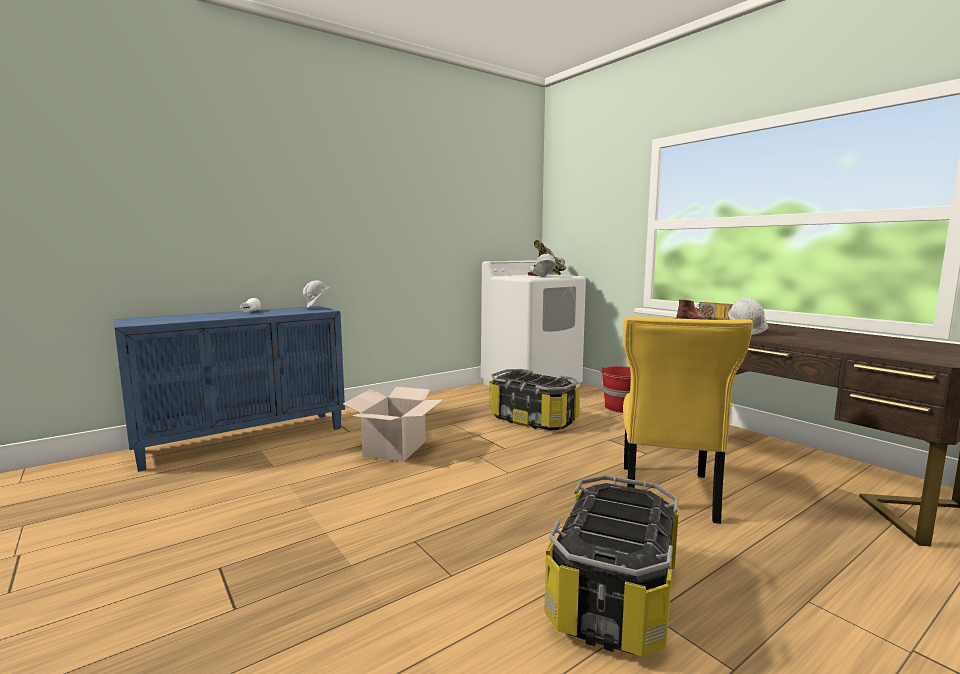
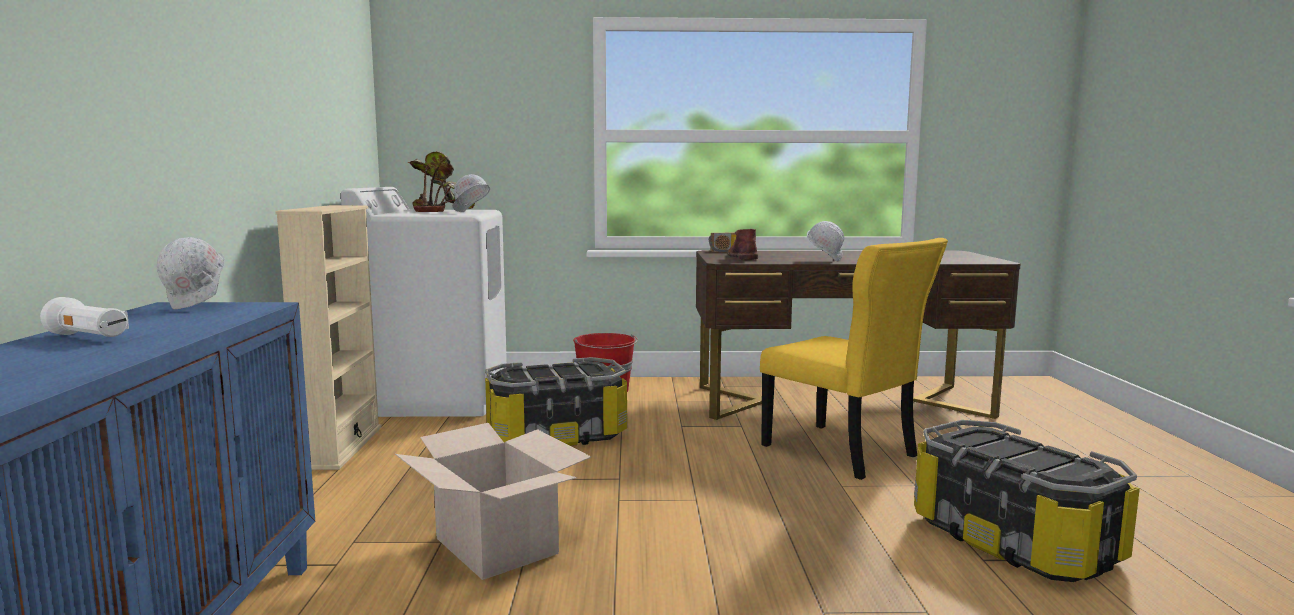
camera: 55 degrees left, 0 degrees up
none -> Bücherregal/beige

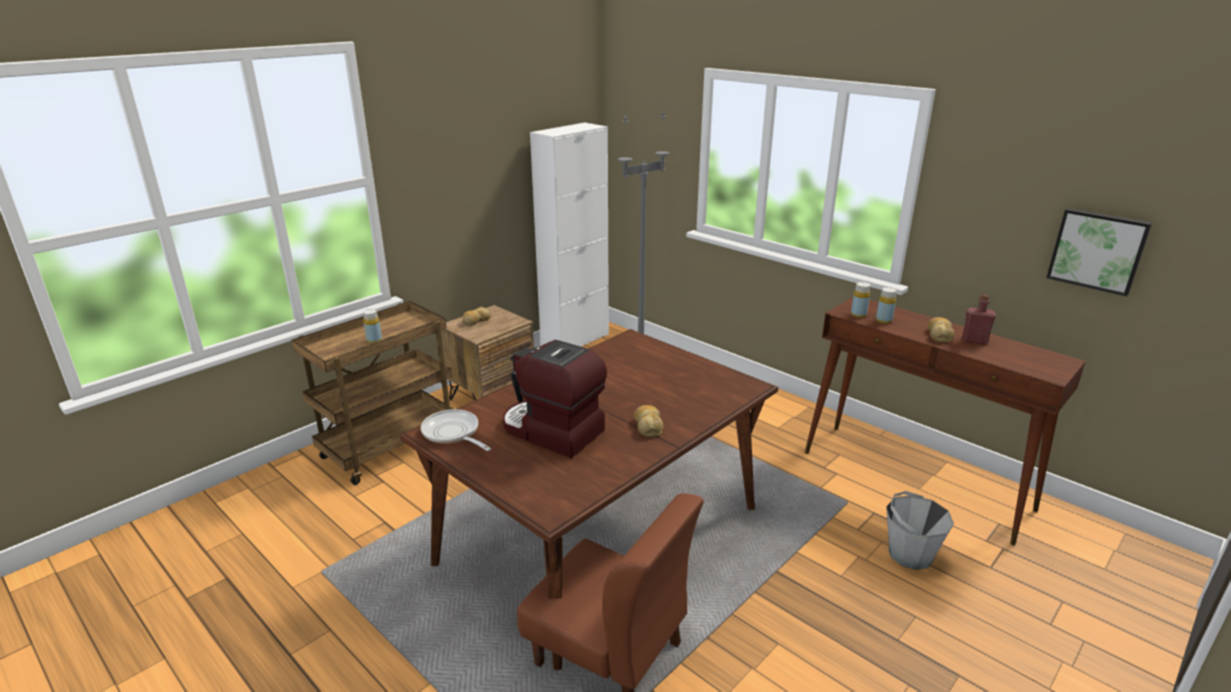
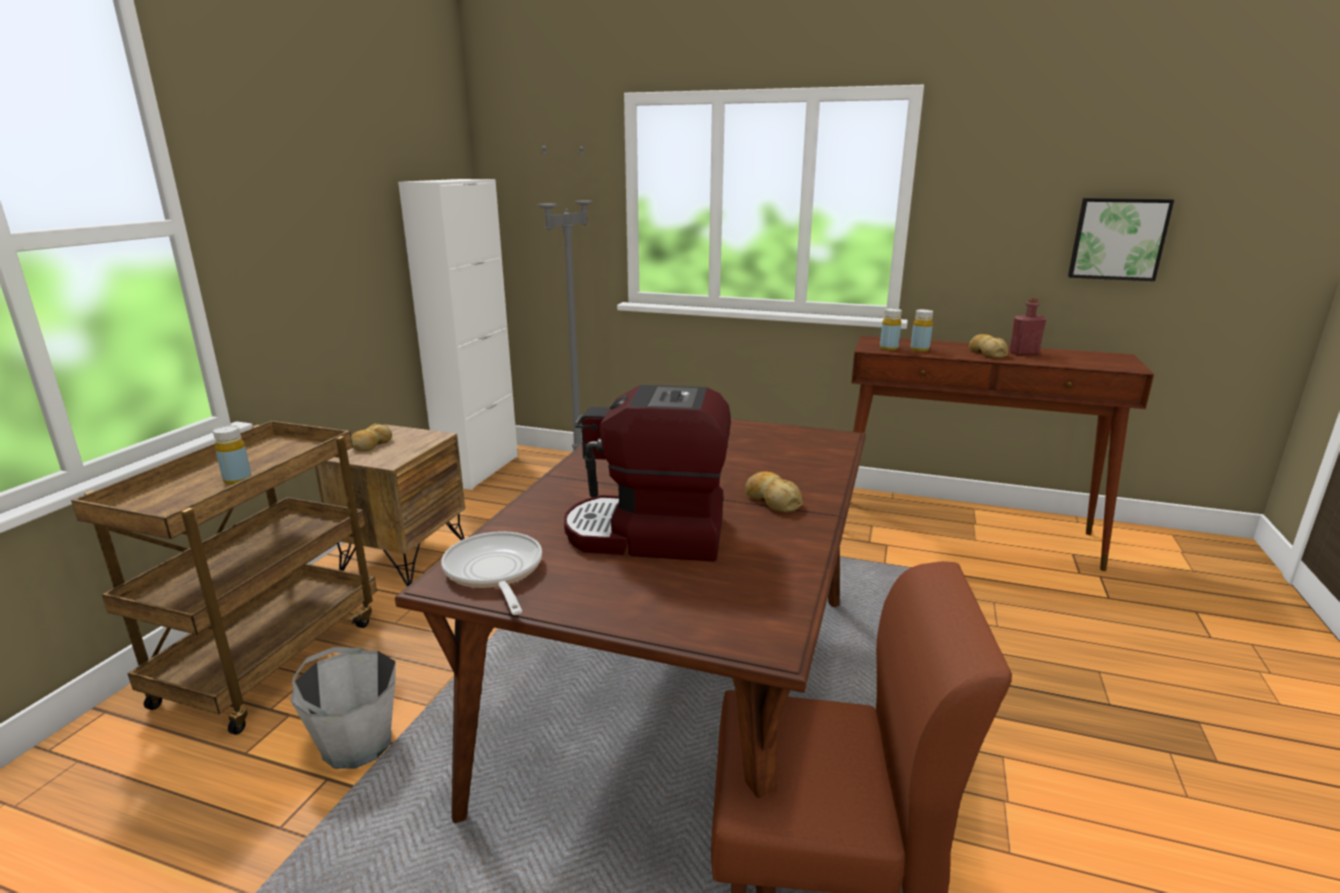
camera: 25 degrees left, 5 degrees down
Pfanne, 45 degrees clockwise
Eimer/grau, move

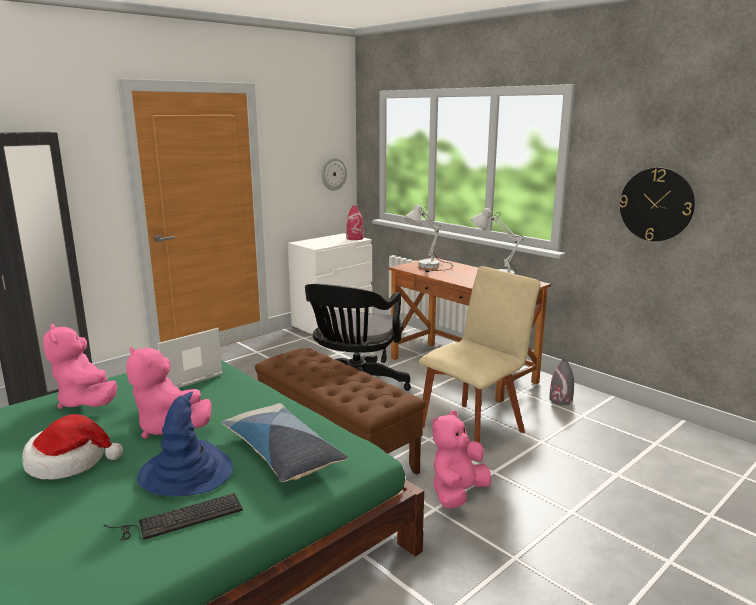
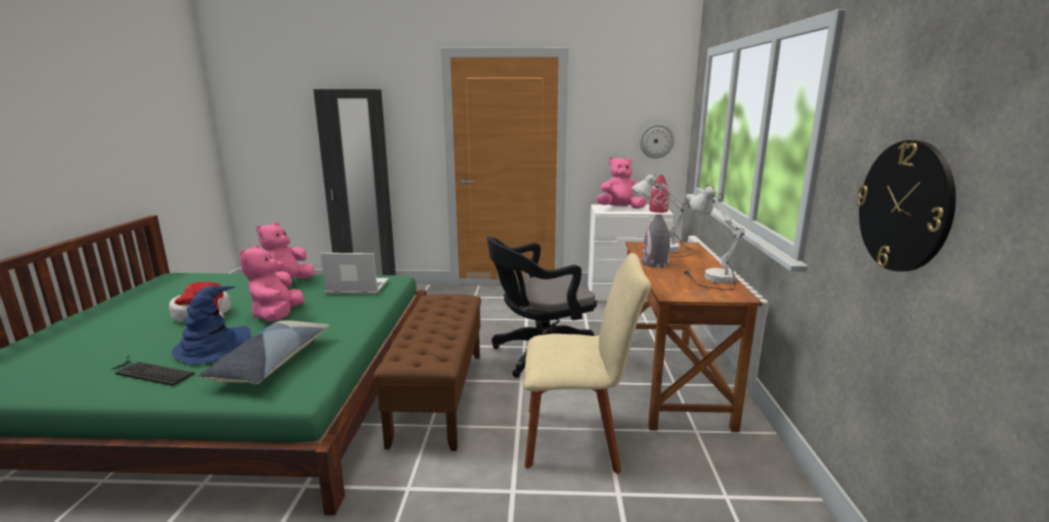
camera: 45 degrees right, 0 degrees up
Vase/grau, move
Plüschtier/rosa (3rd from left), move

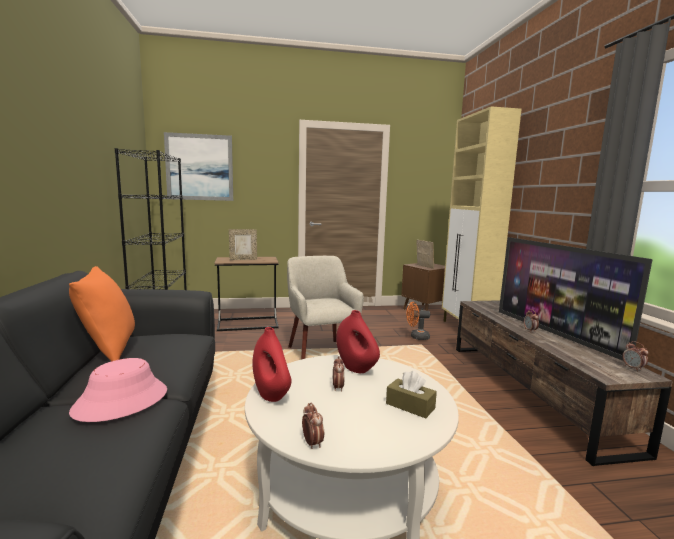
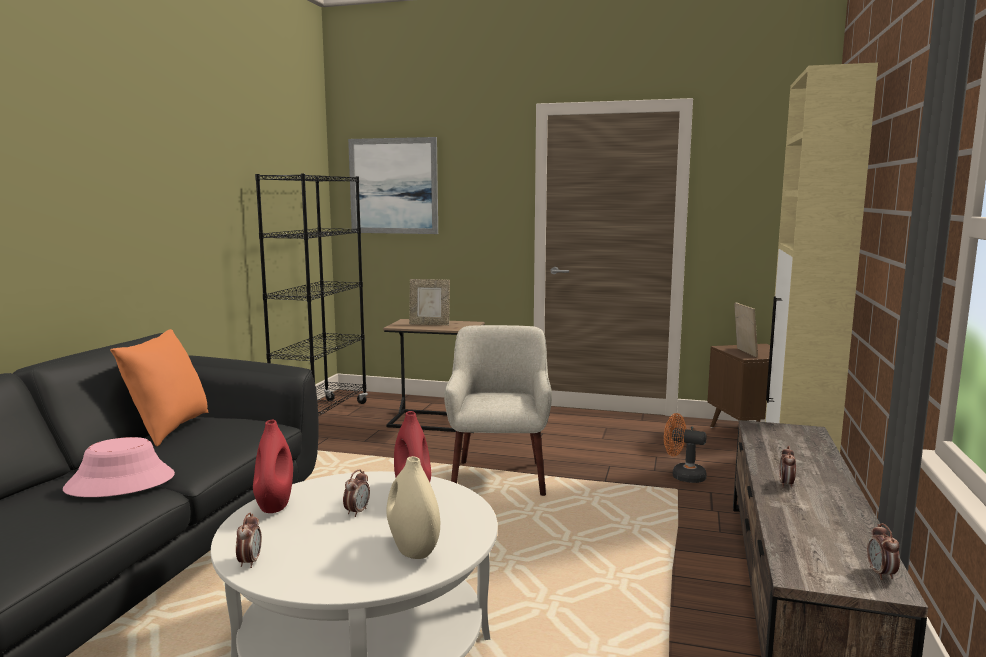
camera: 25 degrees right, 0 degrees up
Fernseher -> none
Taschentuchbox/braun -> Vase/beige

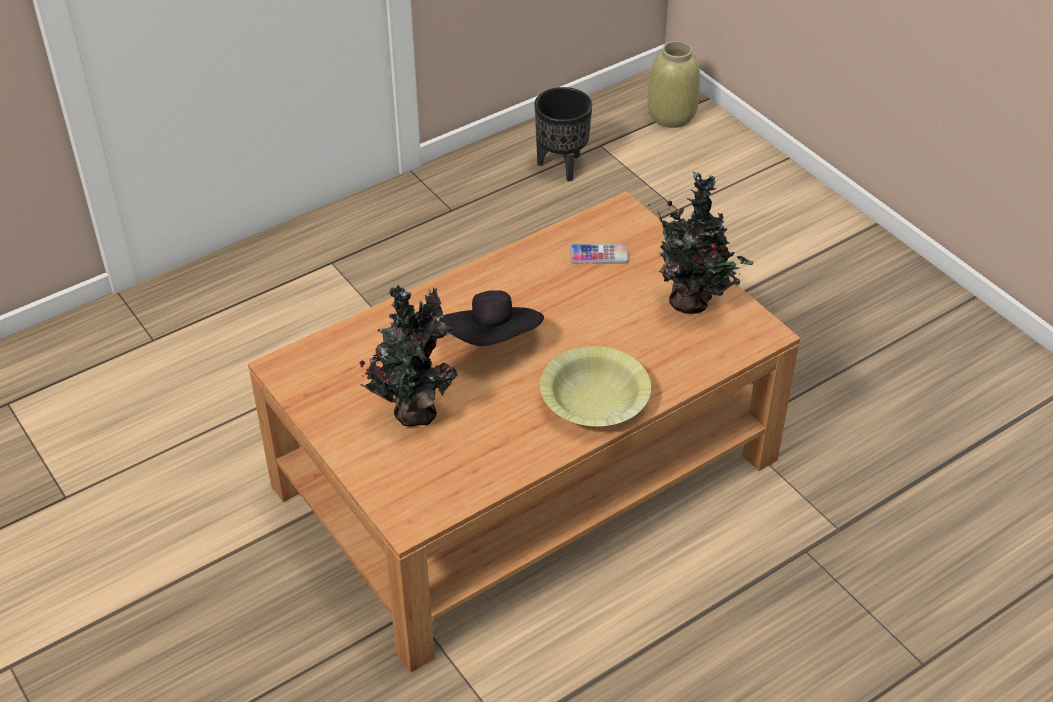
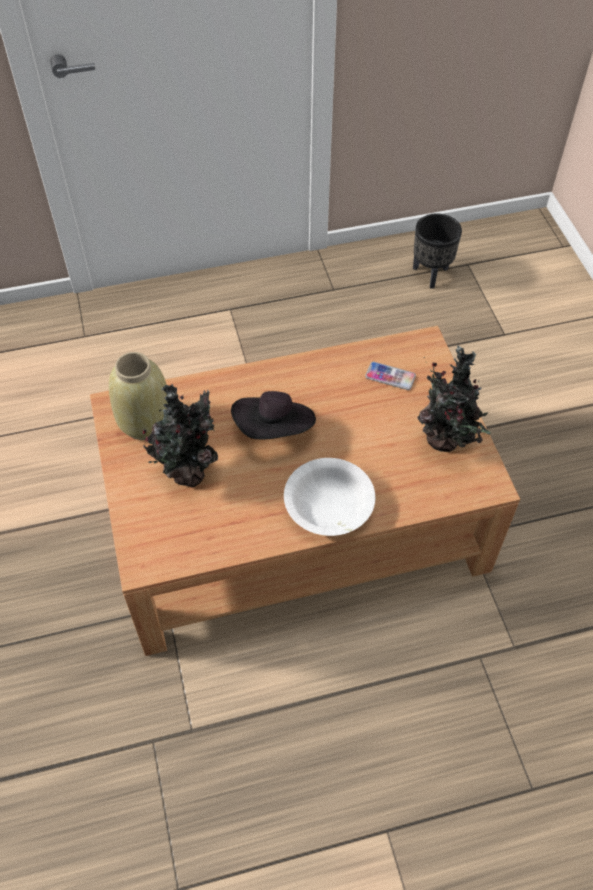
camera: 20 degrees right, 10 degrees up
Vase/beige, move
Schüssel/gelb -> Schüssel/weiß

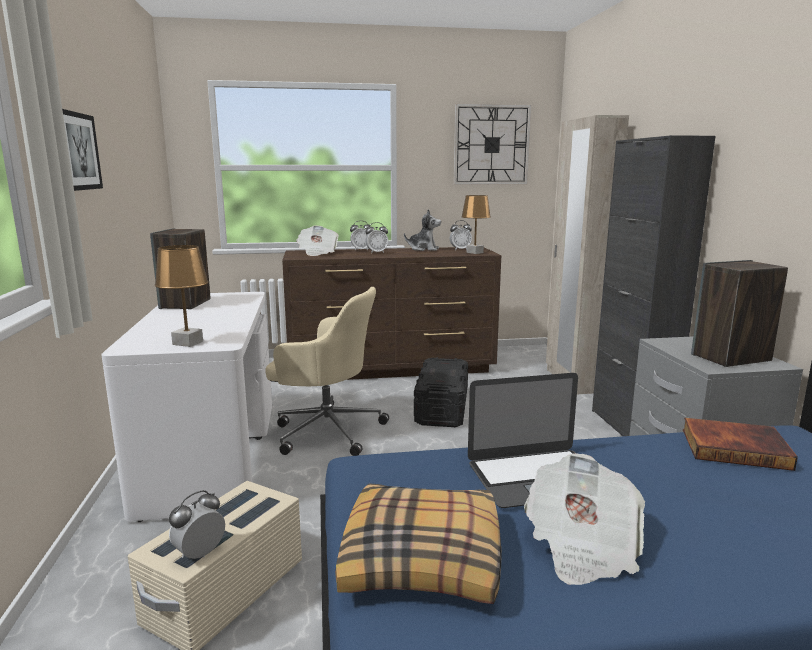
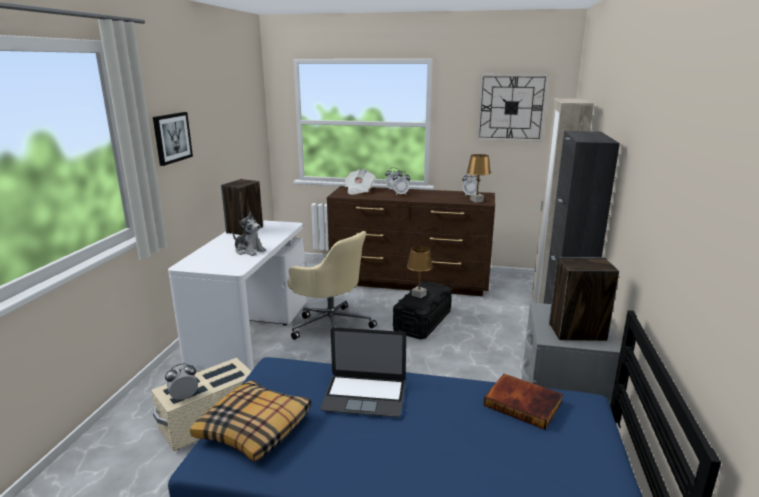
camera: 20 degrees right, 5 degrees up
Plüschtier, move
Tischlampe/braun (1st from left), move
Zeitung (2nd from left) -> none

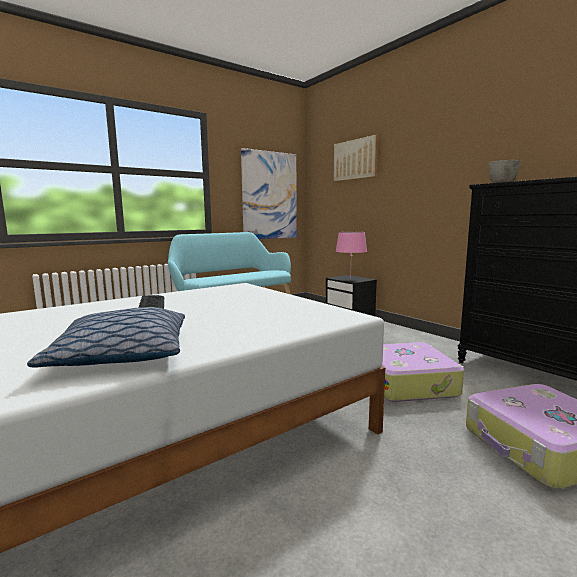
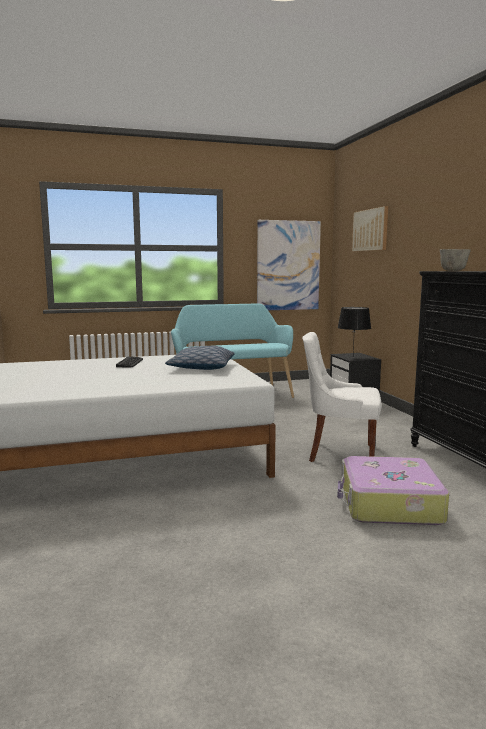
camera: 20 degrees right, 0 degrees up
Tischlampe/rosa -> Tischlampe/schwarz
Kissen, move
Koffer (1st from left) -> Stuhl/weiß

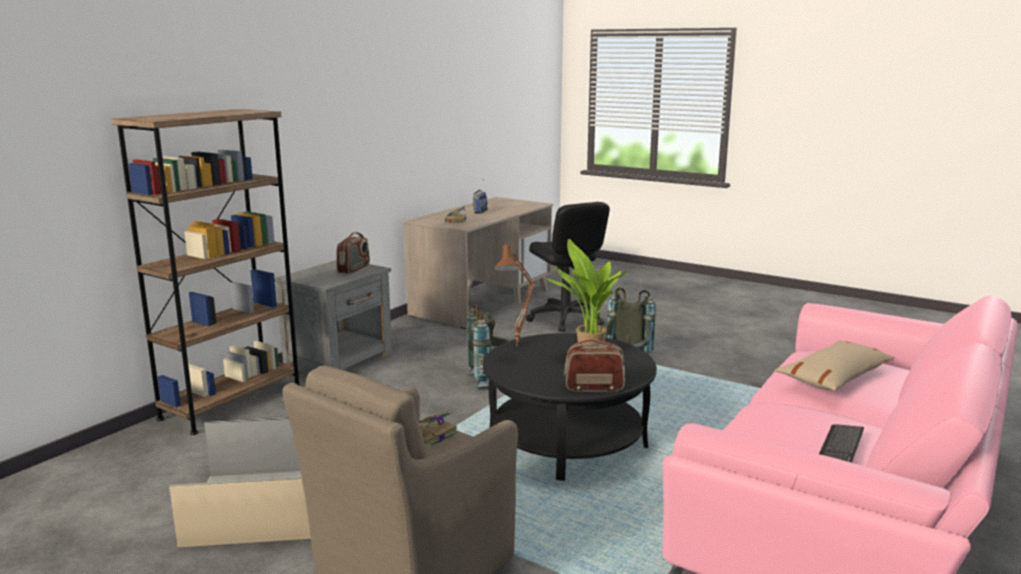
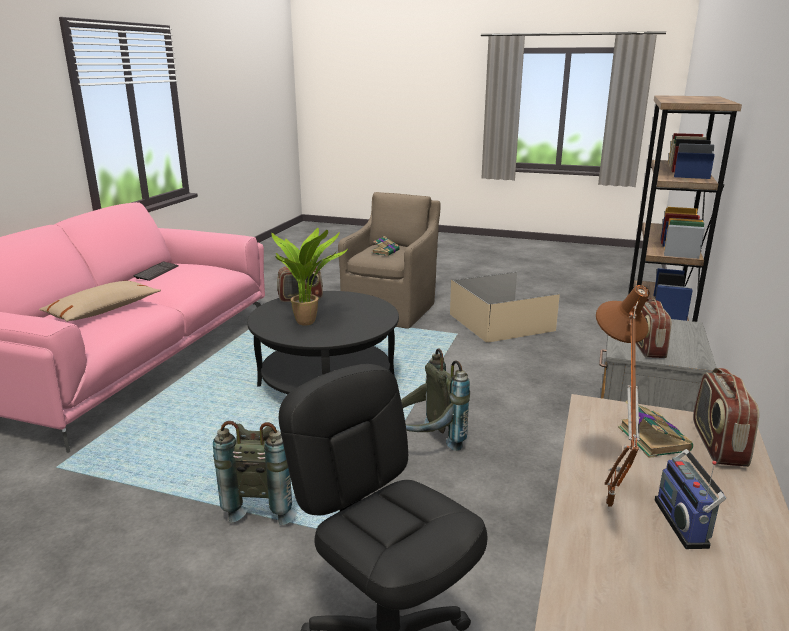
camera: 165 degrees right, 5 degrees up
Tischlampe/braun, move
none -> Radio (4th from left)

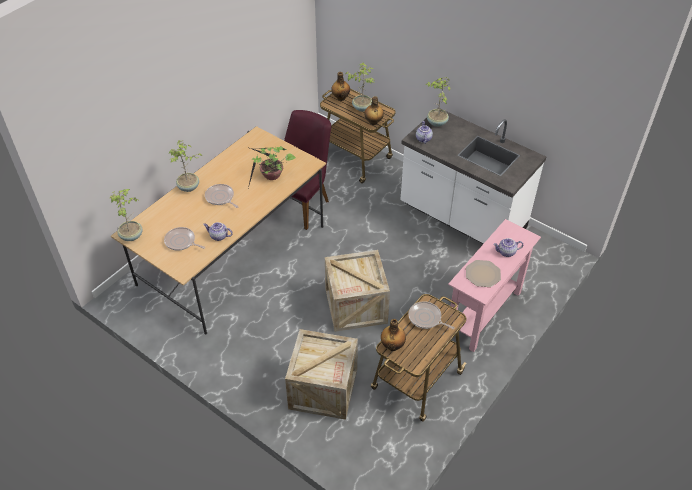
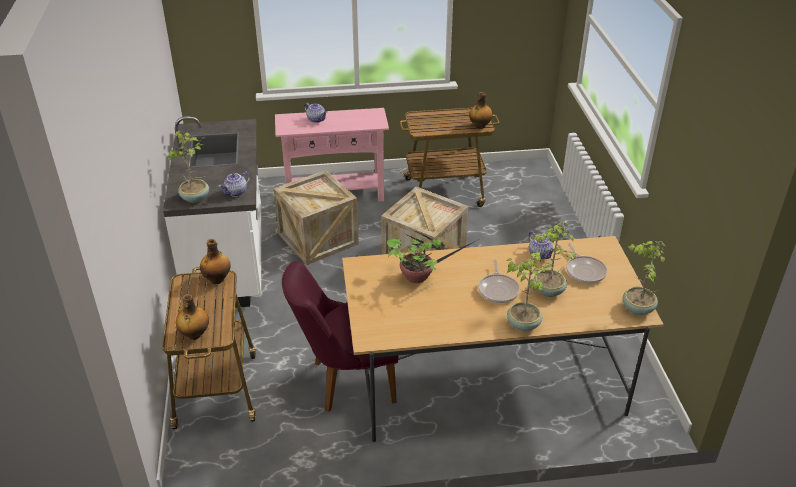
camera: 135 degrees left, 10 degrees down
Topfpflanze (4th from left), move
Teller -> none
Pfanne (3rd from left) -> none
Kiste (1st from left), move

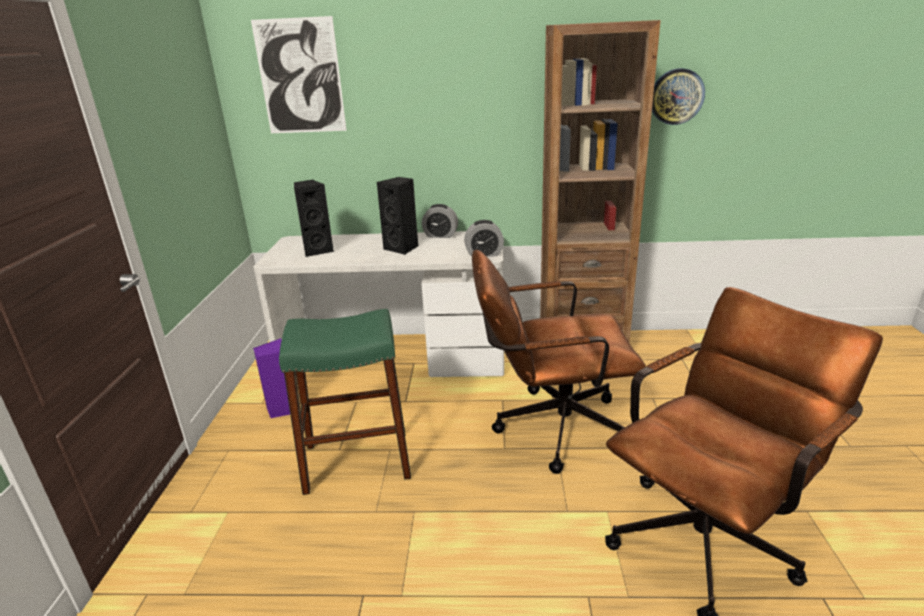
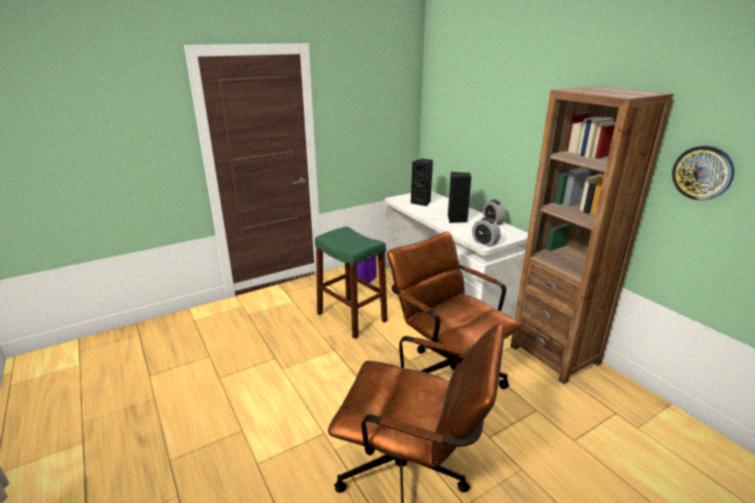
camera: 55 degrees right, 0 degrees up
Bild -> none

